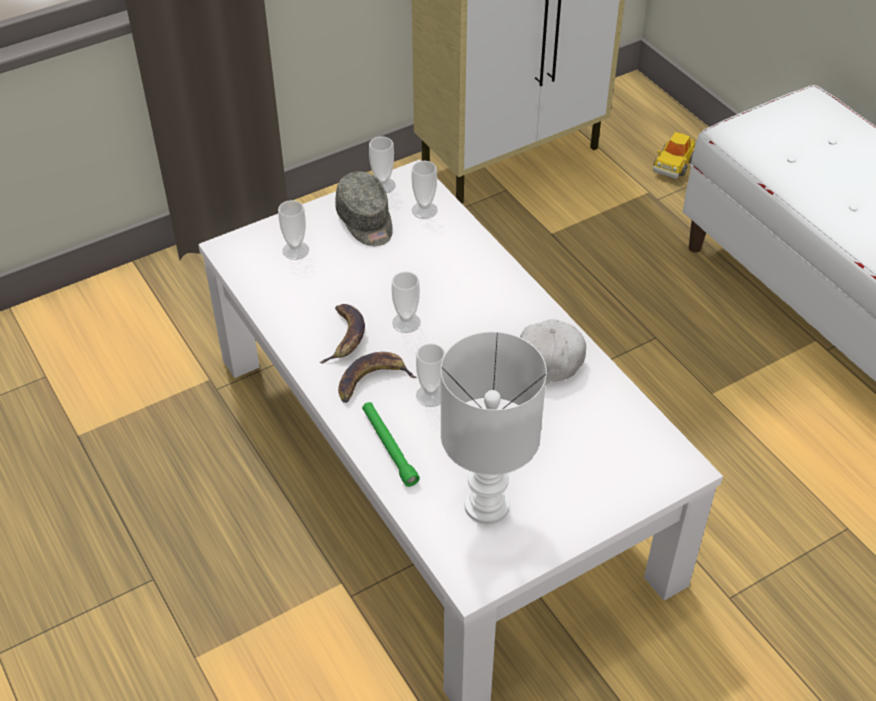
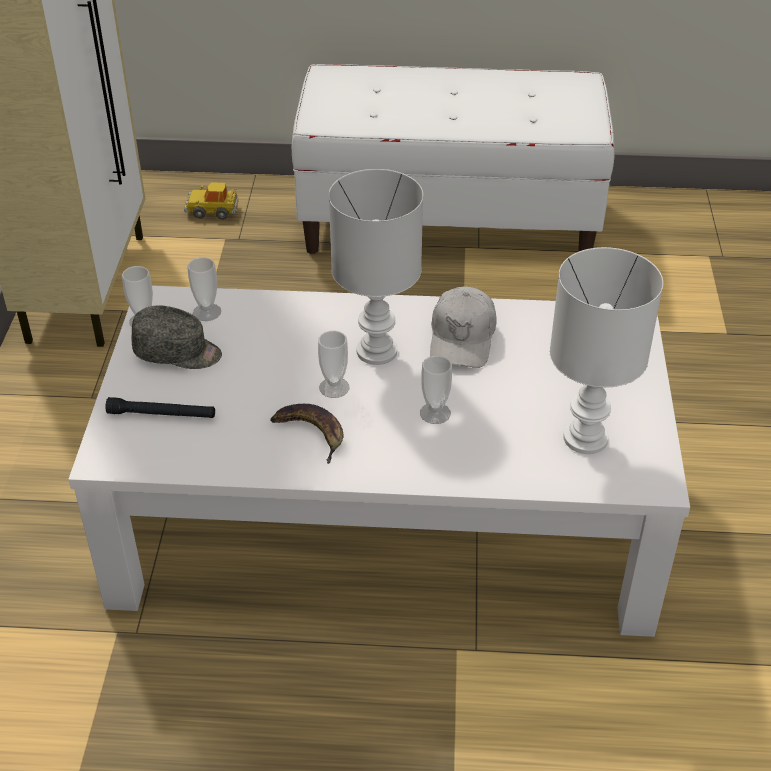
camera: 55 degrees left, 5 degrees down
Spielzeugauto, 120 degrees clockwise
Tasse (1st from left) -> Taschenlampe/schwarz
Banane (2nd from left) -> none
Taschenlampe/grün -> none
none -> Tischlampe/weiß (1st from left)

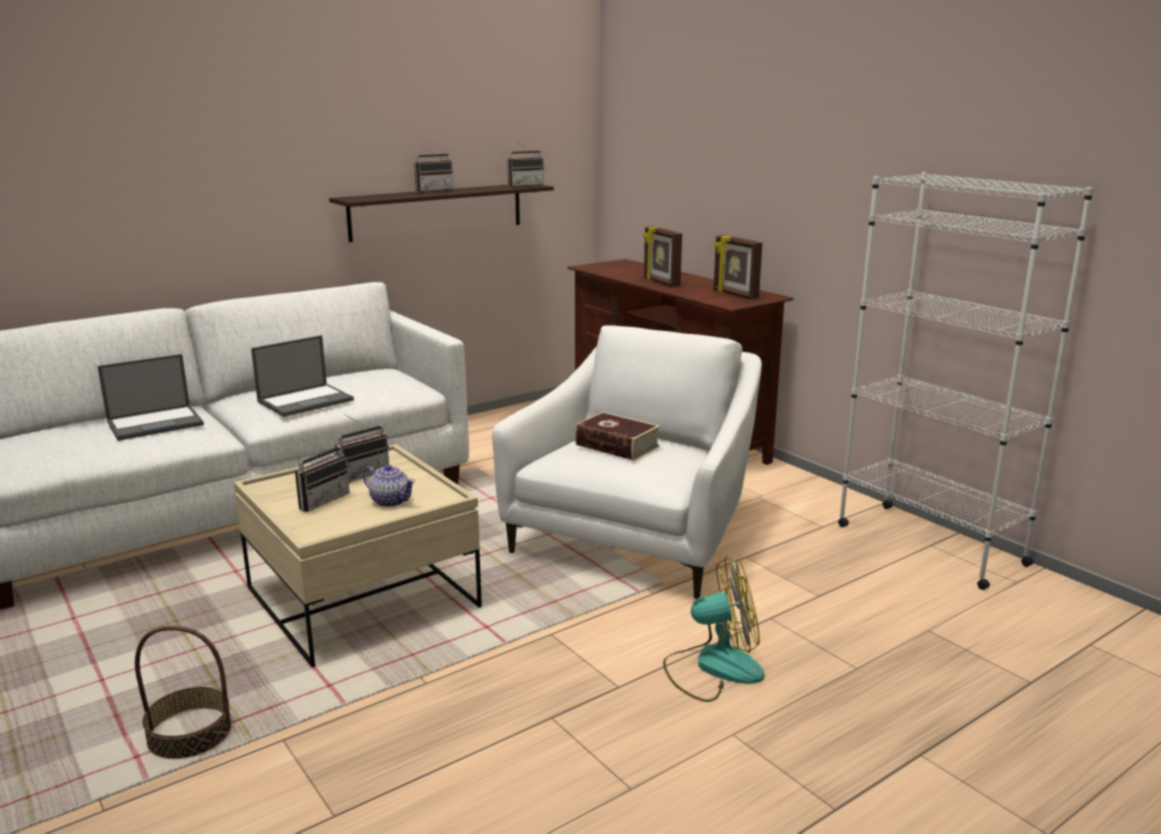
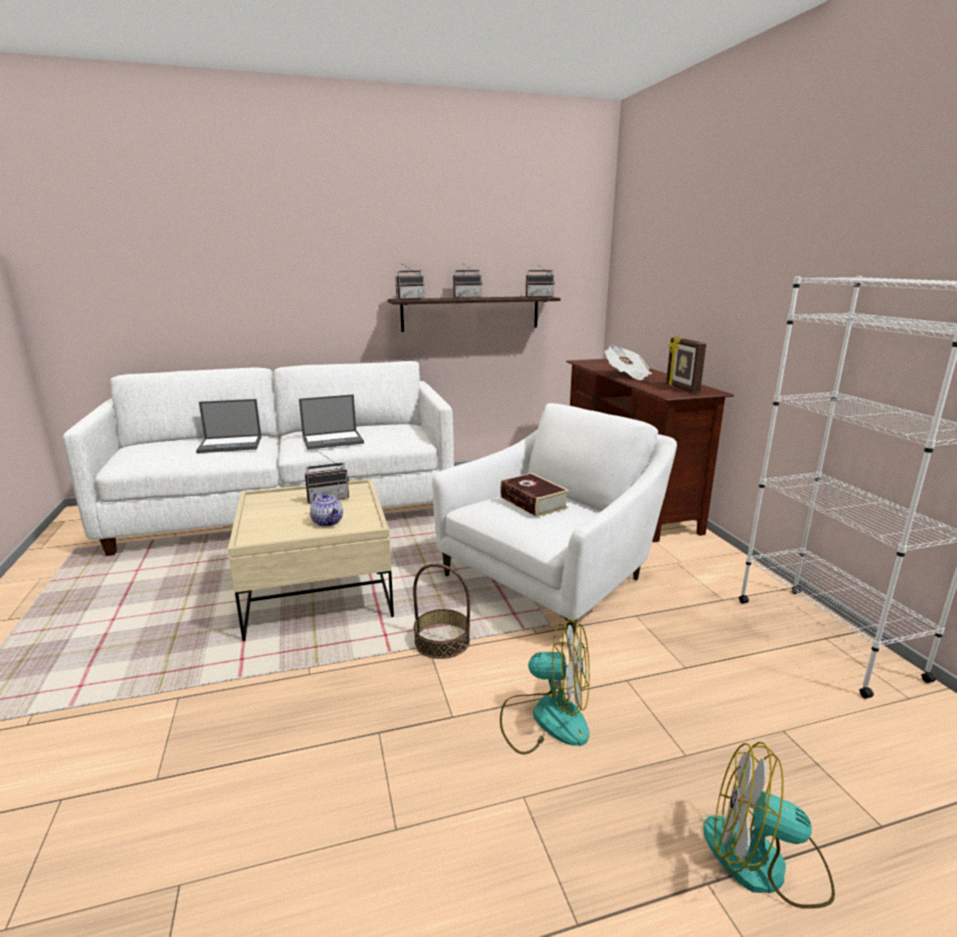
camera: 20 degrees right, 0 degrees up
Bilderrahmen (1st from left) -> Zeitung
Radio (1st from left in the first image) -> Radio (2nd from left), move
Korb, move
none -> Ventilator (2nd from left)

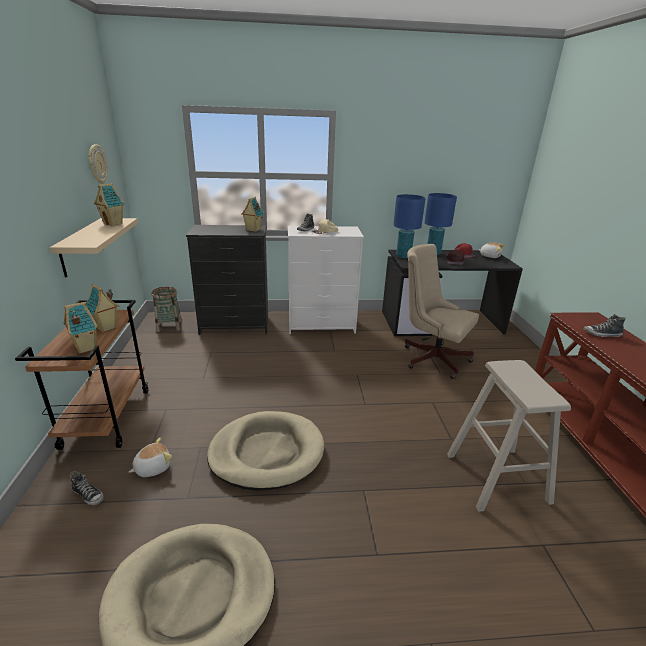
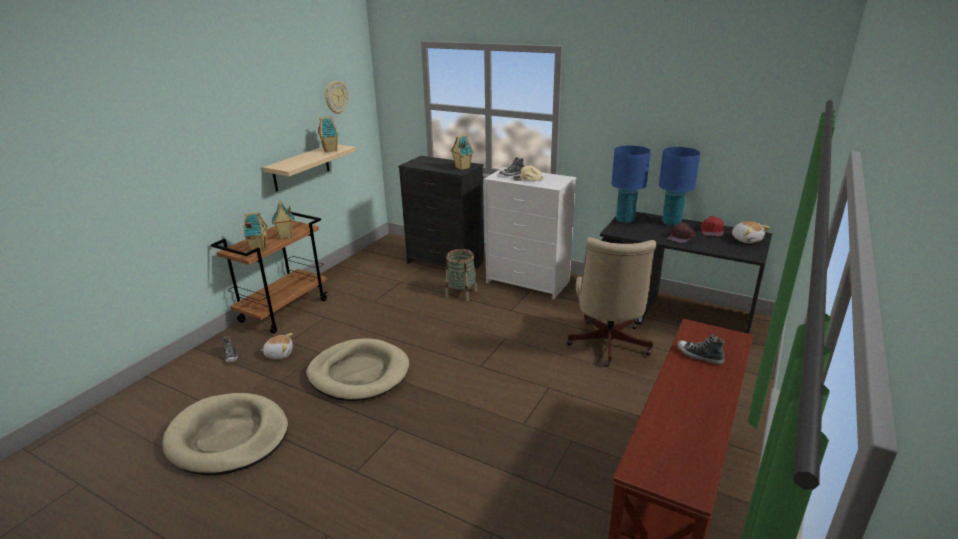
camera: 35 degrees right, 0 degrees up
Bürostuhl/beige, 150 degrees counterclockwise
Korb, move
Hocker/beige -> none

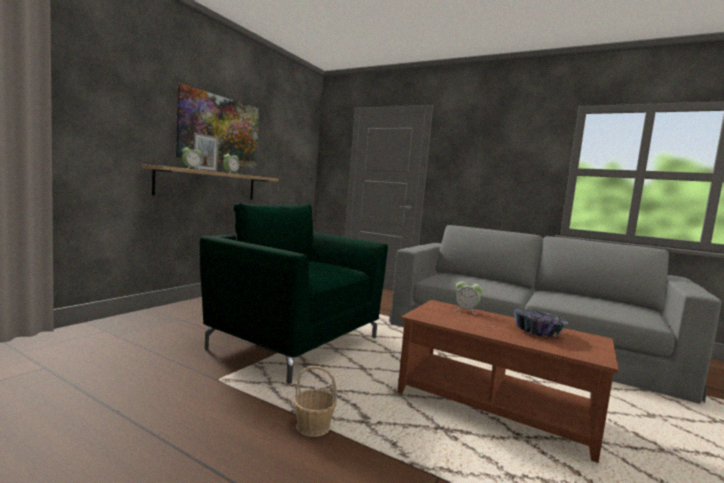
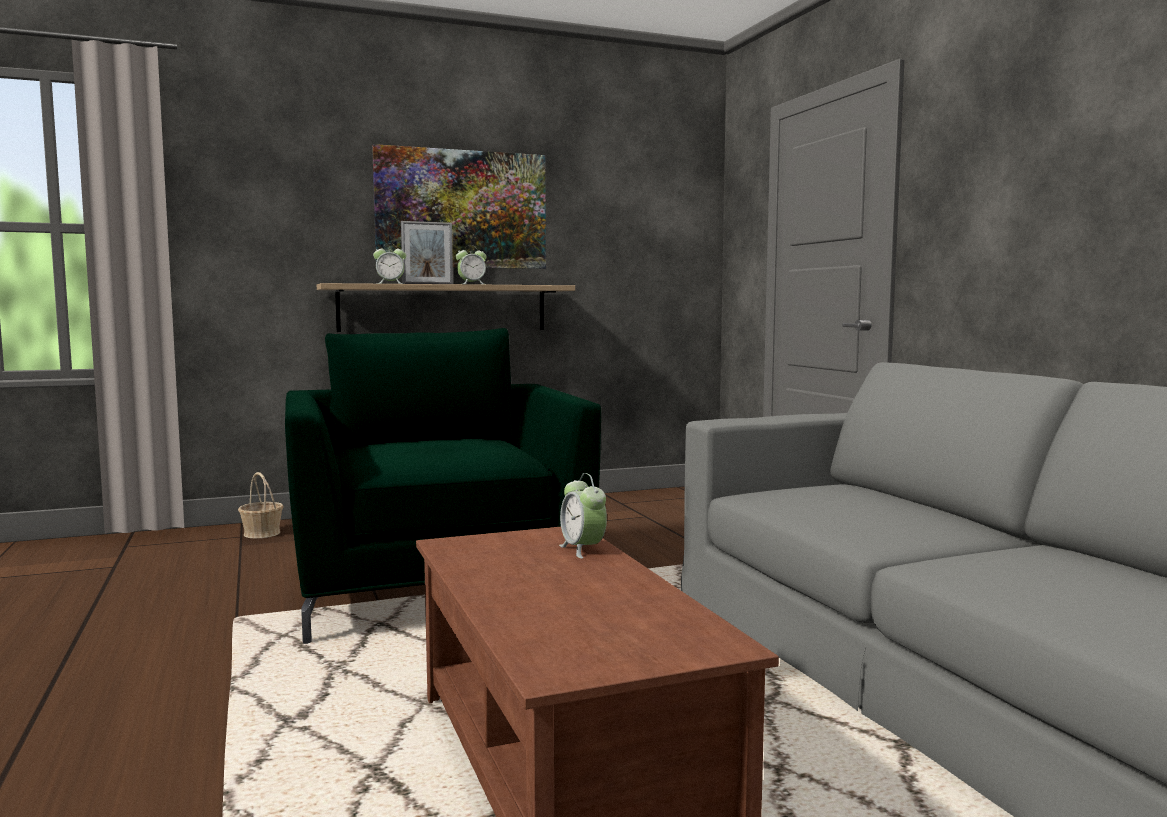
camera: 40 degrees right, 0 degrees up
Schüssel -> none
Korb, move

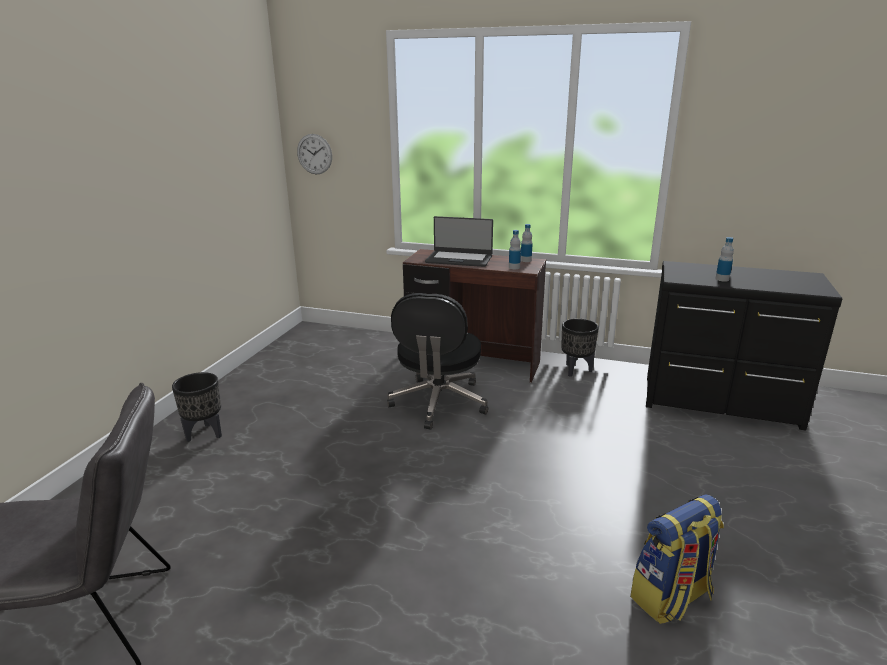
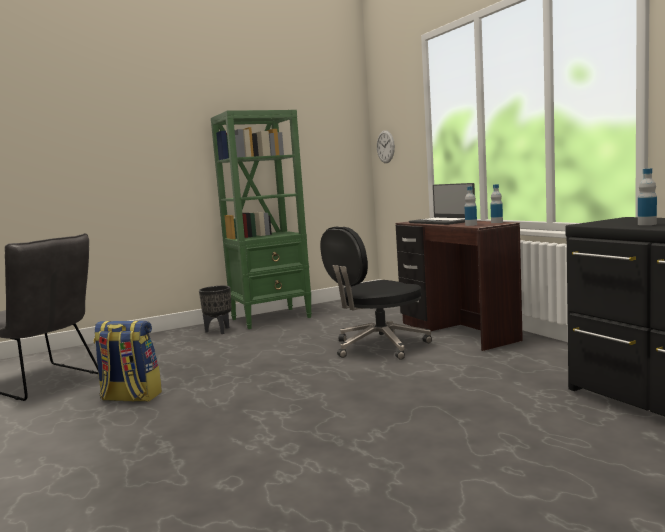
camera: 45 degrees right, 15 degrees down
Pflanzkübel/schwarz (2nd from left) -> none
Rucksack, move
none -> Bücherregal/grün

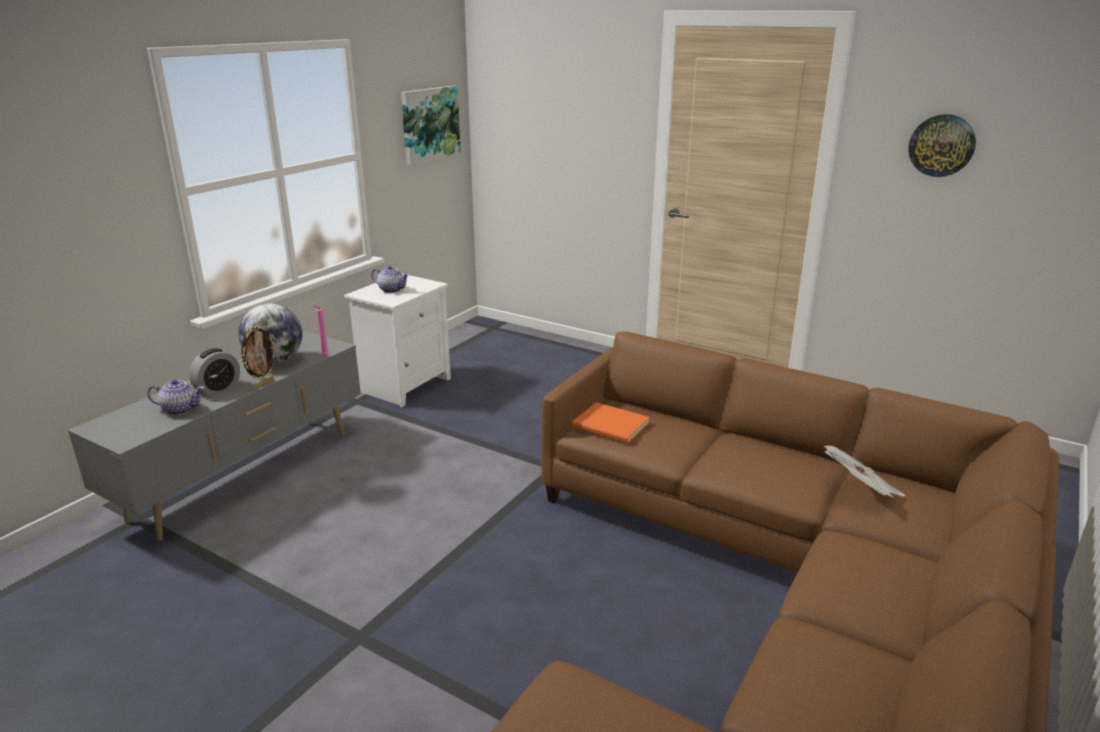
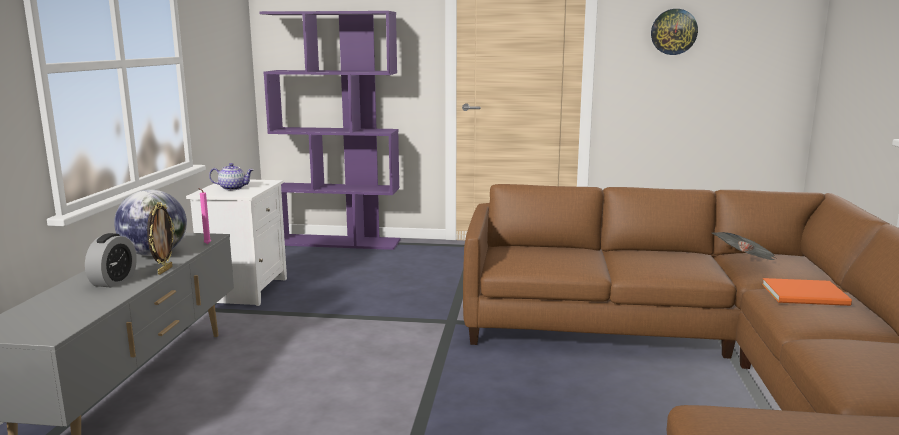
camera: 25 degrees left, 10 degrees down
Bild -> none
Teekanne (1st from left) -> none
Buch/orange, move
none -> Bücherregal/lila

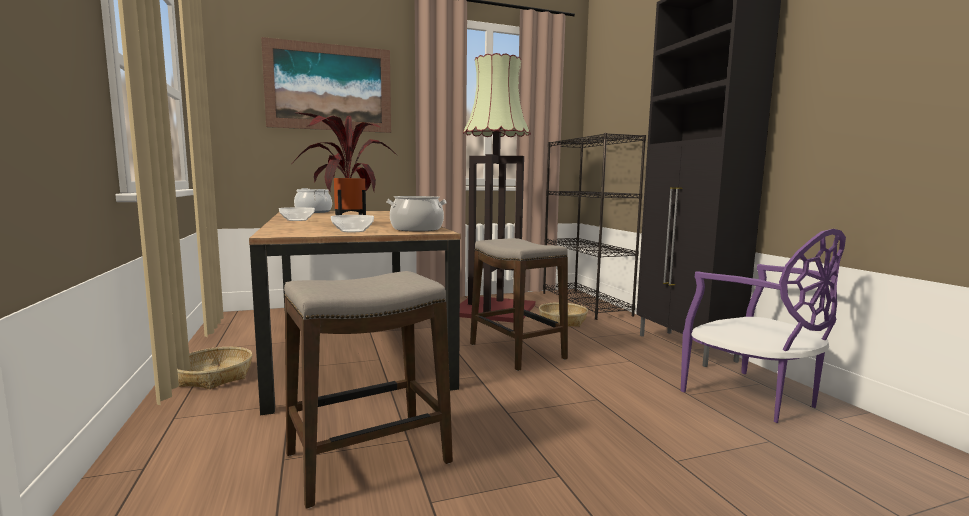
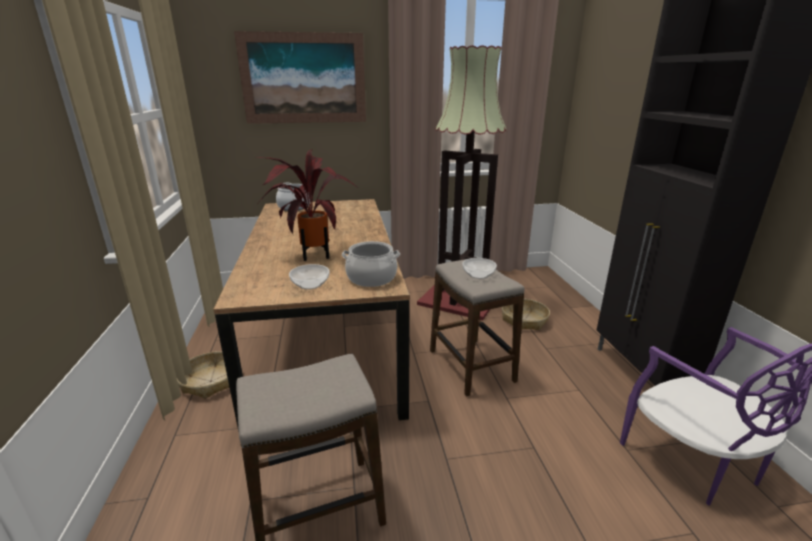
camera: 10 degrees right, 15 degrees up
Bücherregal/schwarz -> none
Schüssel (1st from left in the first image) -> Schüssel (2nd from left), move

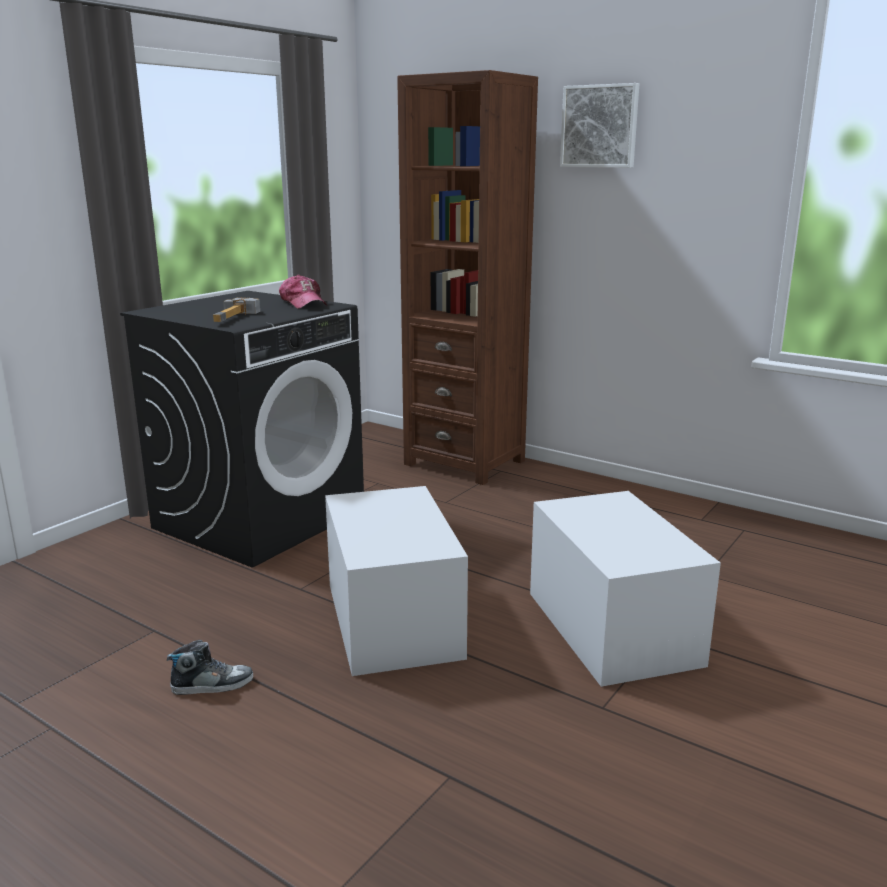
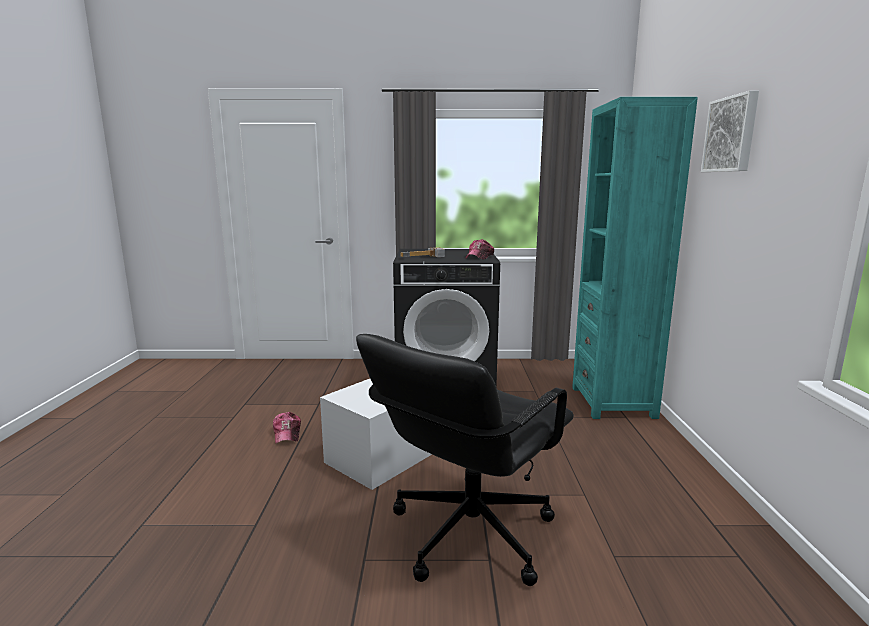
camera: 55 degrees right, 5 degrees down
Bücherregal/braun -> Bücherregal/türkis
Aufbewahrungsbox/weiß (2nd from left) -> Bürostuhl/schwarz
Schuh -> Kappe (1st from left)

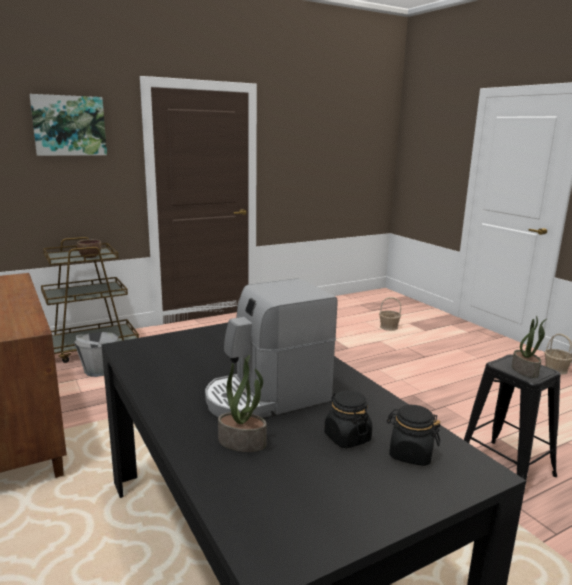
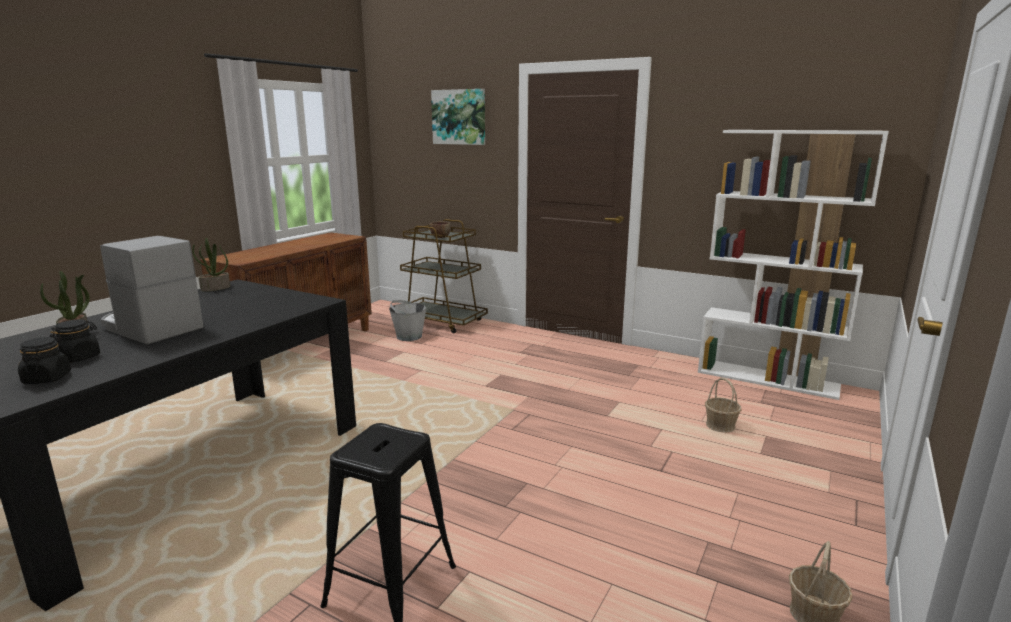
camera: 60 degrees right, 0 degrees up
Topfpflanze (2nd from left), move
none -> Bücherregal/weiß

